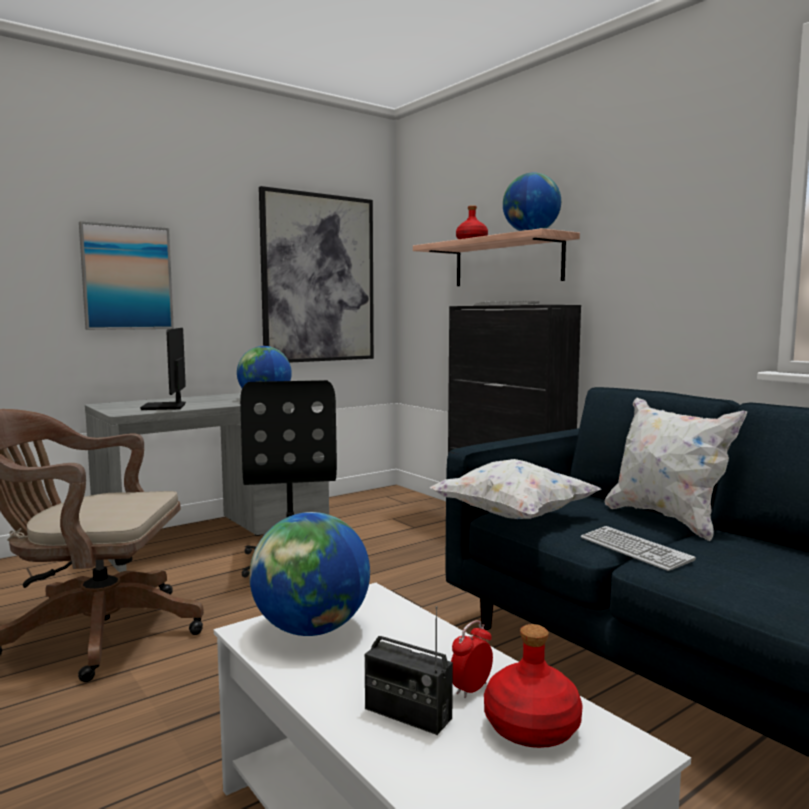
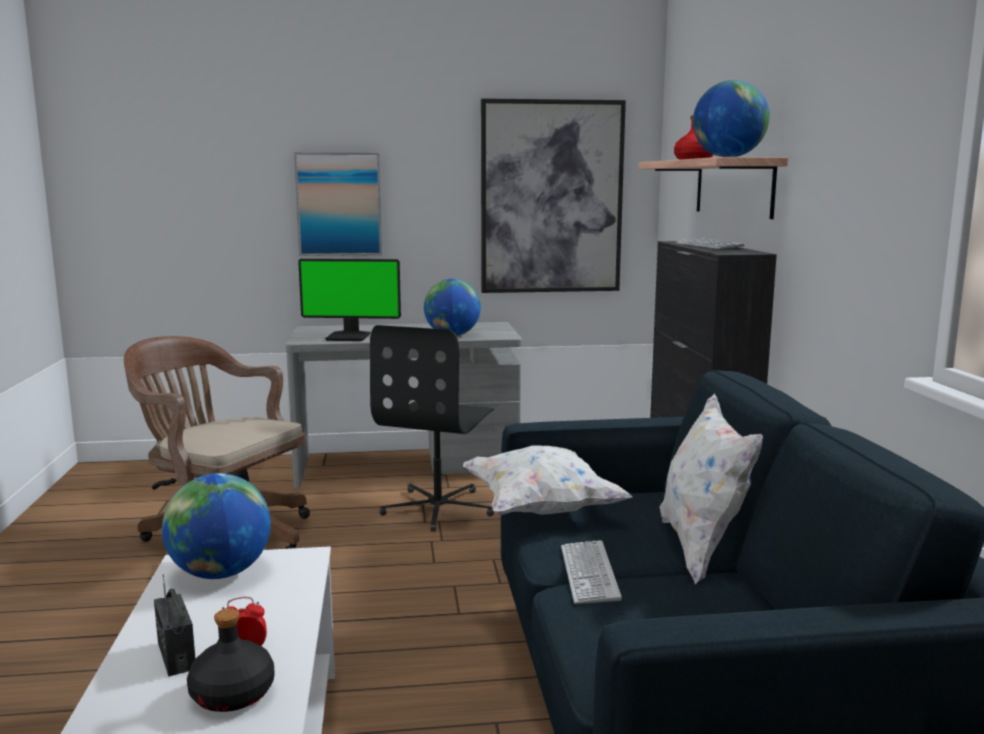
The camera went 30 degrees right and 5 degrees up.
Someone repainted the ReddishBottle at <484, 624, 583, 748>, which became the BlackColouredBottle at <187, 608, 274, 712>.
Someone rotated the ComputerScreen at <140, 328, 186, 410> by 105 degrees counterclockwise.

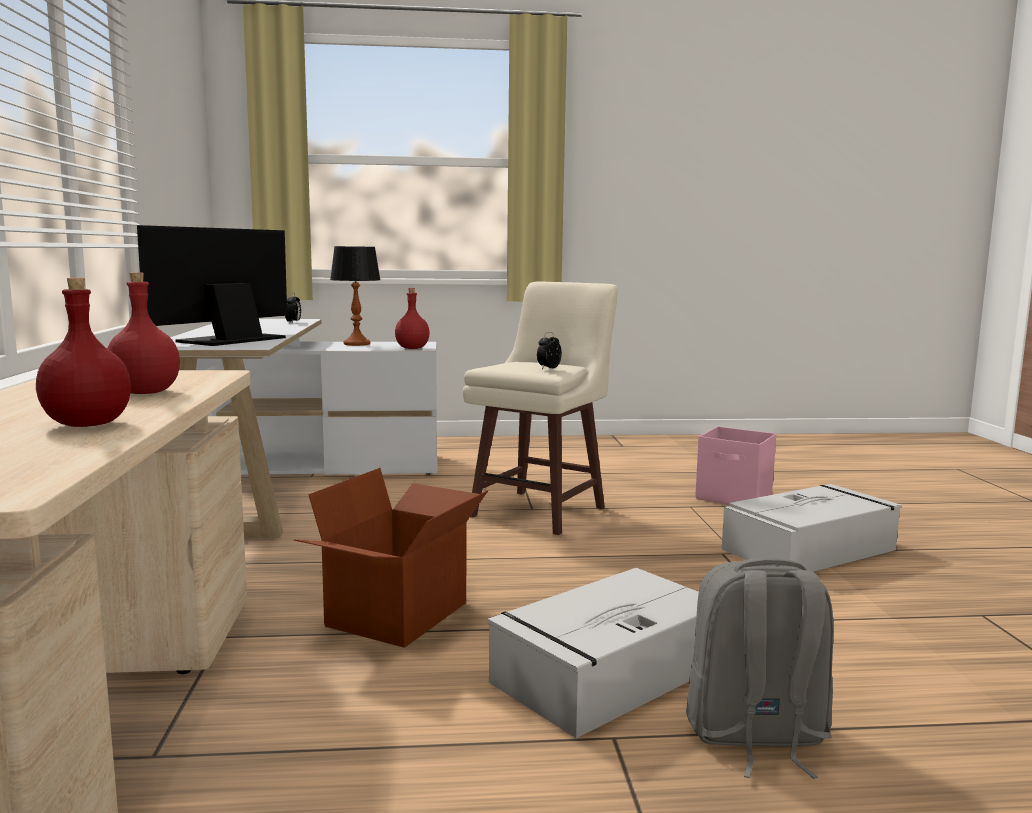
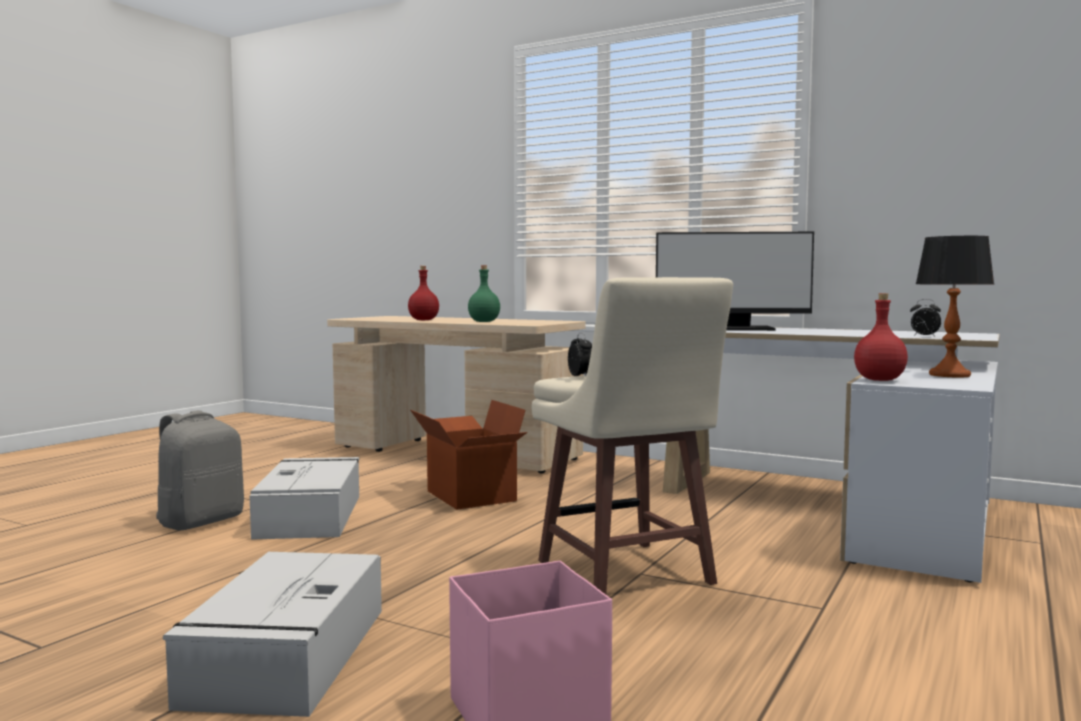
The camera went 125 degrees right and 5 degrees down.
Someone repainted the ReddishBottle at <107, 272, 180, 394>, which became the GreenishBottle at <468, 265, 500, 322>.
Someone rotated the ComputerScreen at <137, 225, 287, 346> by 120 degrees clockwise.

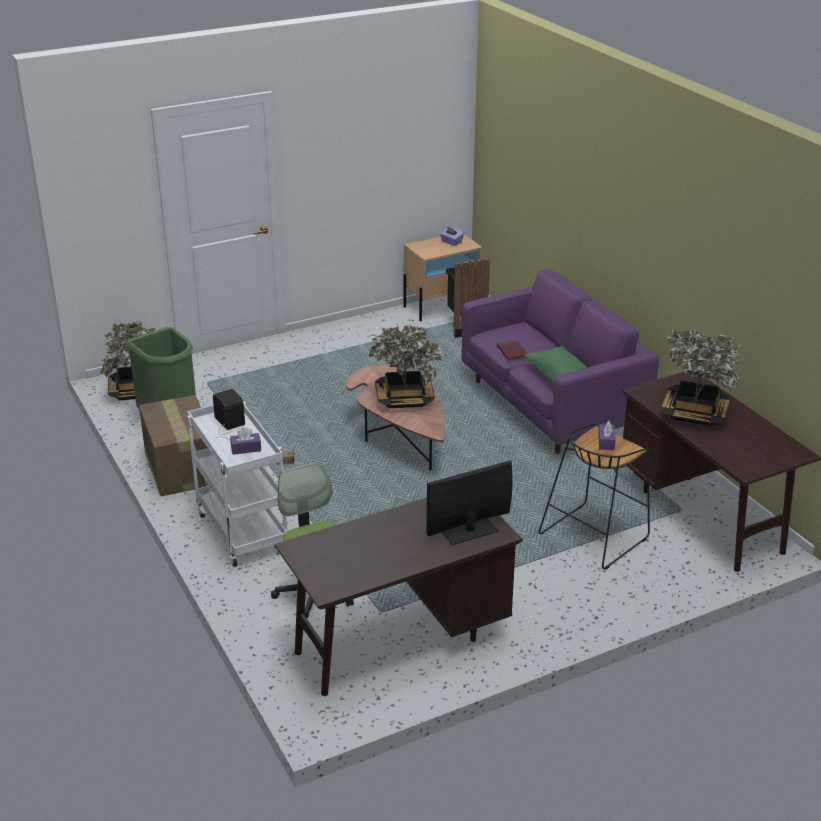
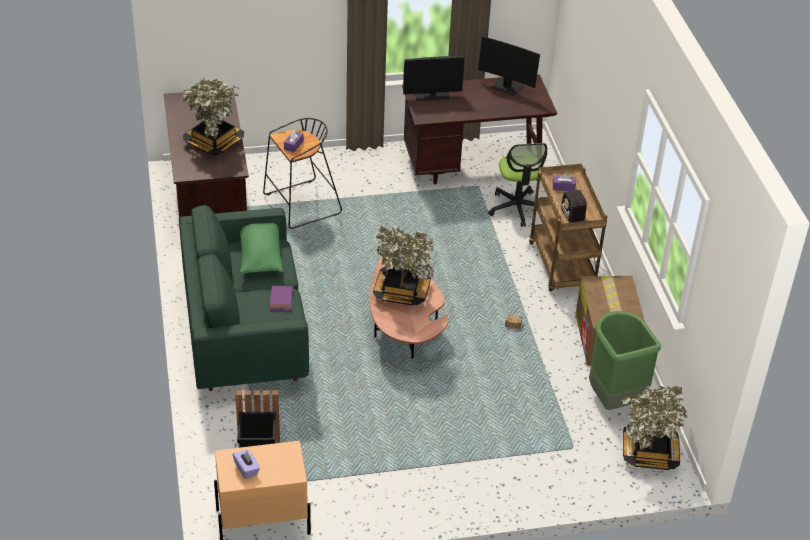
The camera went 165 degrees left and 10 degrees up.
Someone put down the ComputerScreen at <478, 36, 540, 96>.
Someone repainted the WhiteColouredWheeledCart at <187, 401, 287, 567>, which became the BrownWheeledCart at <529, 164, 607, 291>.
Someone repainted the PurpleSofa at <462, 270, 659, 454>, which became the GreenishSofa at <179, 205, 309, 391>.
Someone repainted the ReddishBoundBook at <497, 340, 528, 360>, which became the PurpleBoundBook at <269, 285, 293, 311>.

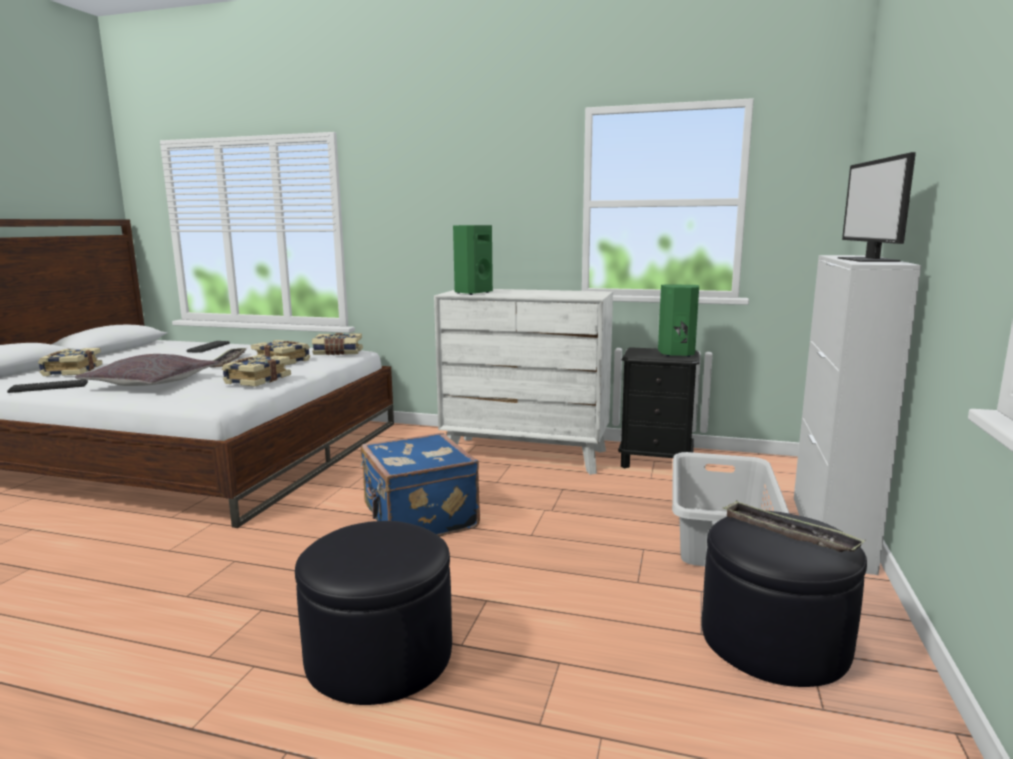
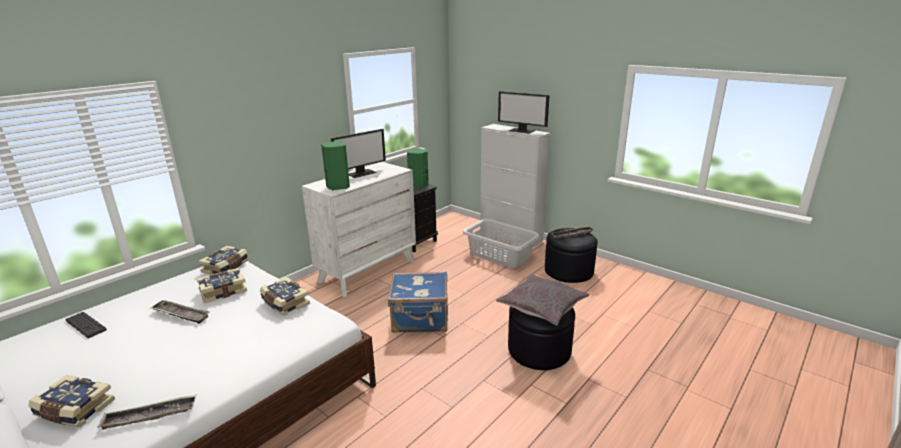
The camera went 65 degrees left and 10 degrees up.
Someone put down the ComputerScreen at <331, 129, 386, 178>.
Someone carried the GreyThrowPillow from <75, 354, 220, 386> to <496, 274, 589, 325>.
Someone swapped the ComputerKeyboard at <7, 380, 88, 393> for the ServingTray at <97, 395, 196, 430>.

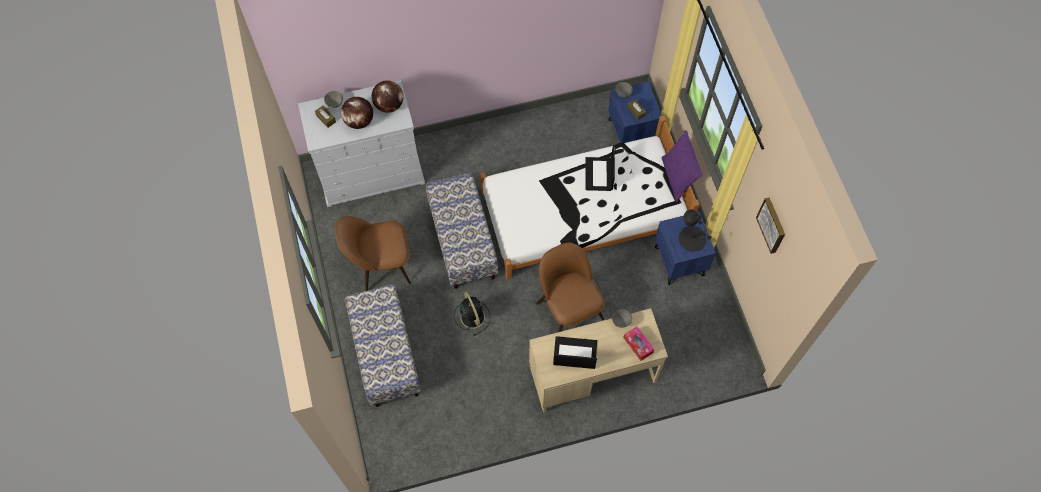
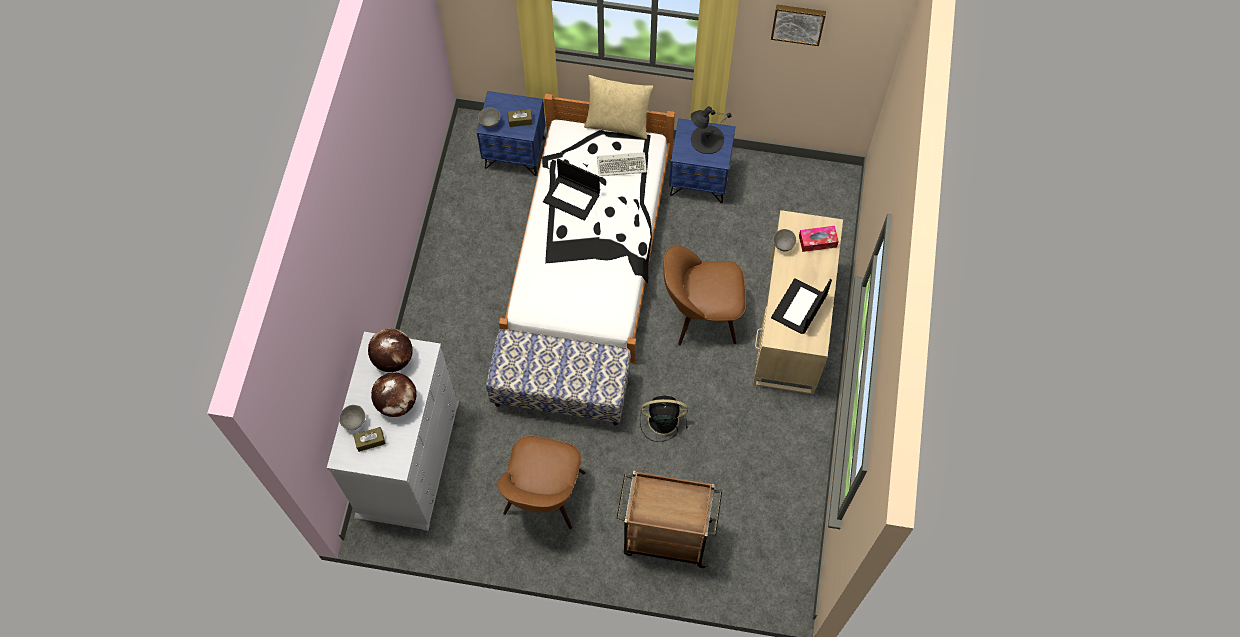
The camera went 65 degrees left and 0 degrees up.
Someone put down the ComputerKeyboard at <597, 152, 647, 176>.
Someone swapped the IndoorBench at <345, 285, 421, 407> for the BrownWheeledCart at <617, 471, 722, 568>.
Someone repainted the PurpleThrowPillow at <662, 130, 703, 202>, which became the BeigeColouredThrowPillow at <584, 75, 653, 139>.

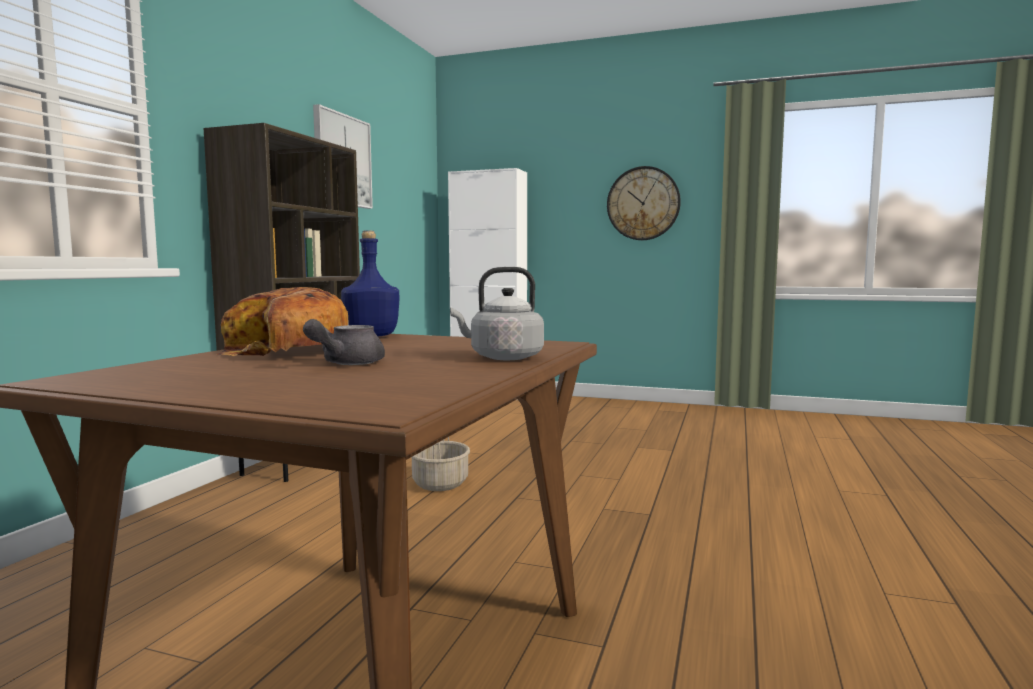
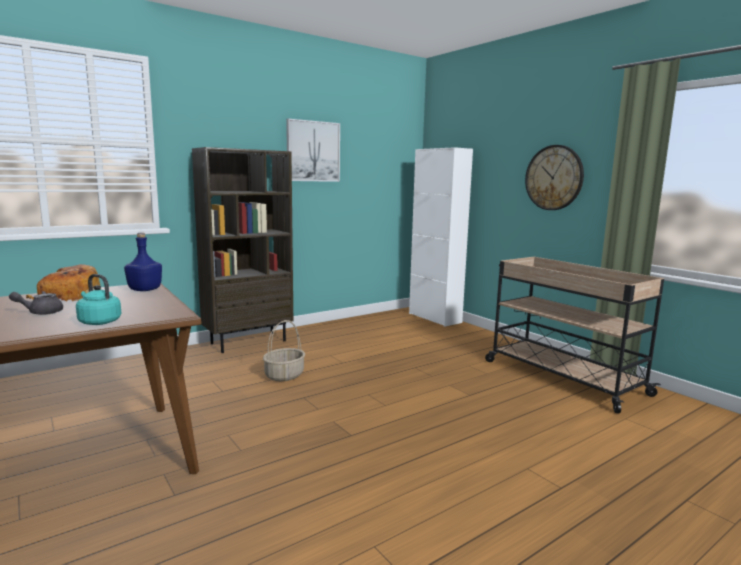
The camera went 35 degrees right and 5 degrees up.
Someone put down the BeigeColouredWheeledCart at <485, 257, 664, 413>.
Someone repainted the GreyWaterKettle at <450, 267, 544, 360>, which became the TurquoiseWaterKettle at <76, 274, 122, 325>.

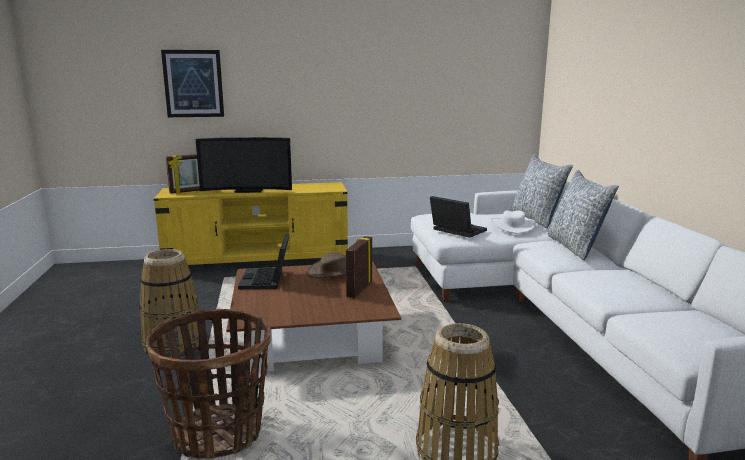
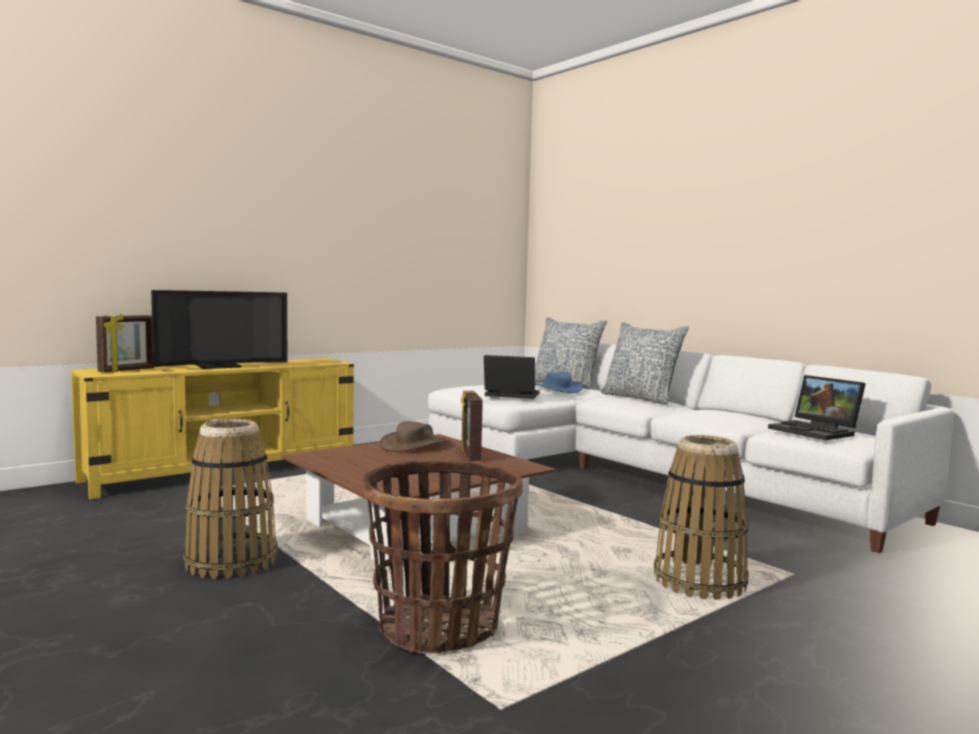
The camera went 30 degrees left and 10 degrees down.
Someone took away the Picture at <161, 50, 224, 117>.
Someone carried the Laptop from <238, 234, 290, 289> to <768, 375, 866, 440>.
Someone repainted the WhiteColouredHat at <490, 210, 536, 234>, which became the BlueHat at <535, 372, 584, 393>.

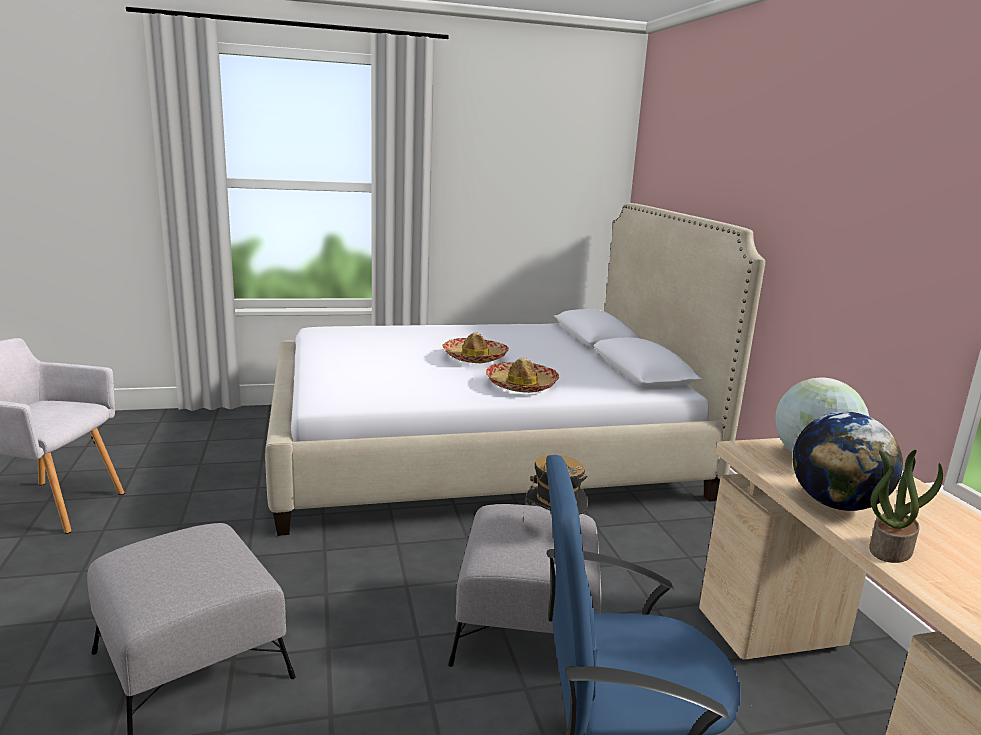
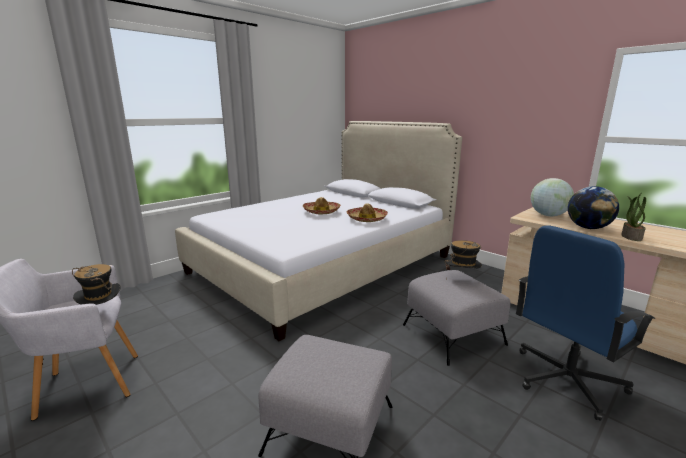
The camera went 30 degrees left and 0 degrees up.
Someone put down the Hat at <72, 264, 121, 305>.

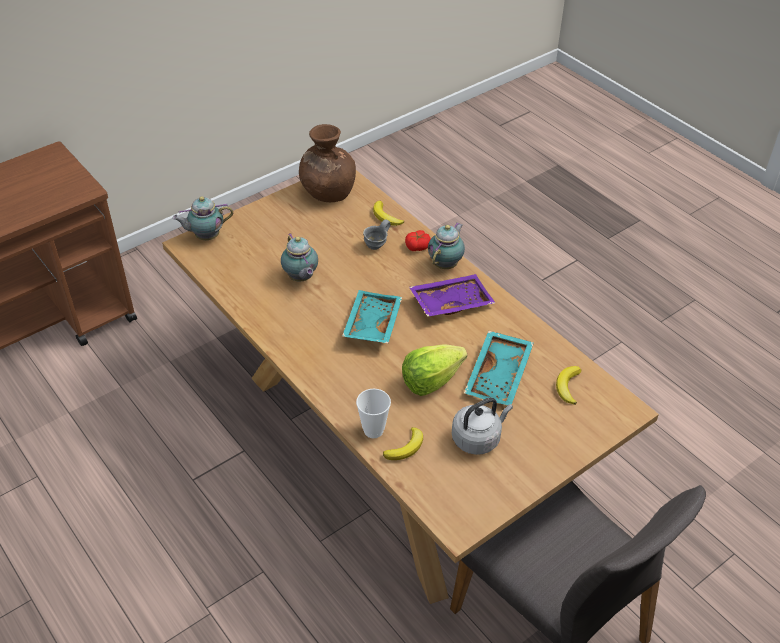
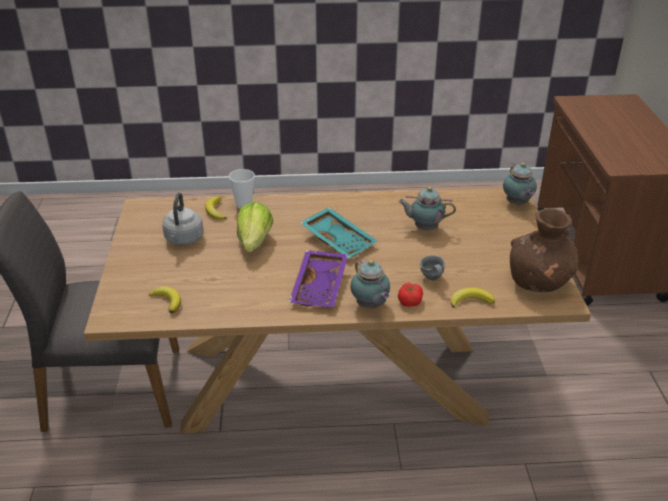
The camera went 125 degrees right and 10 degrees down.
Someone took away the TurquoiseServingTray at <464, 331, 534, 405>.
Someone rotated the PotForTea at <172, 196, 233, 240> by 150 degrees clockwise.

